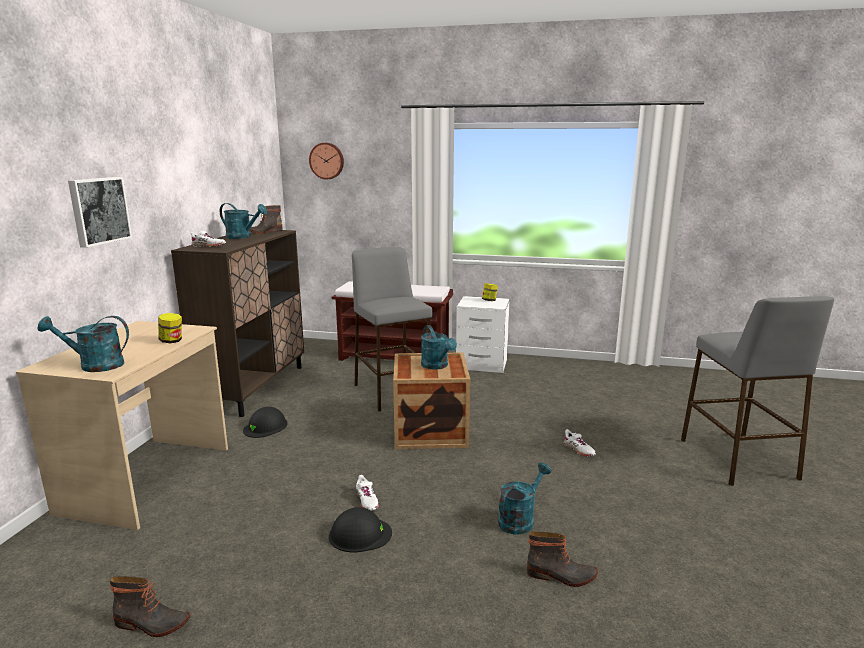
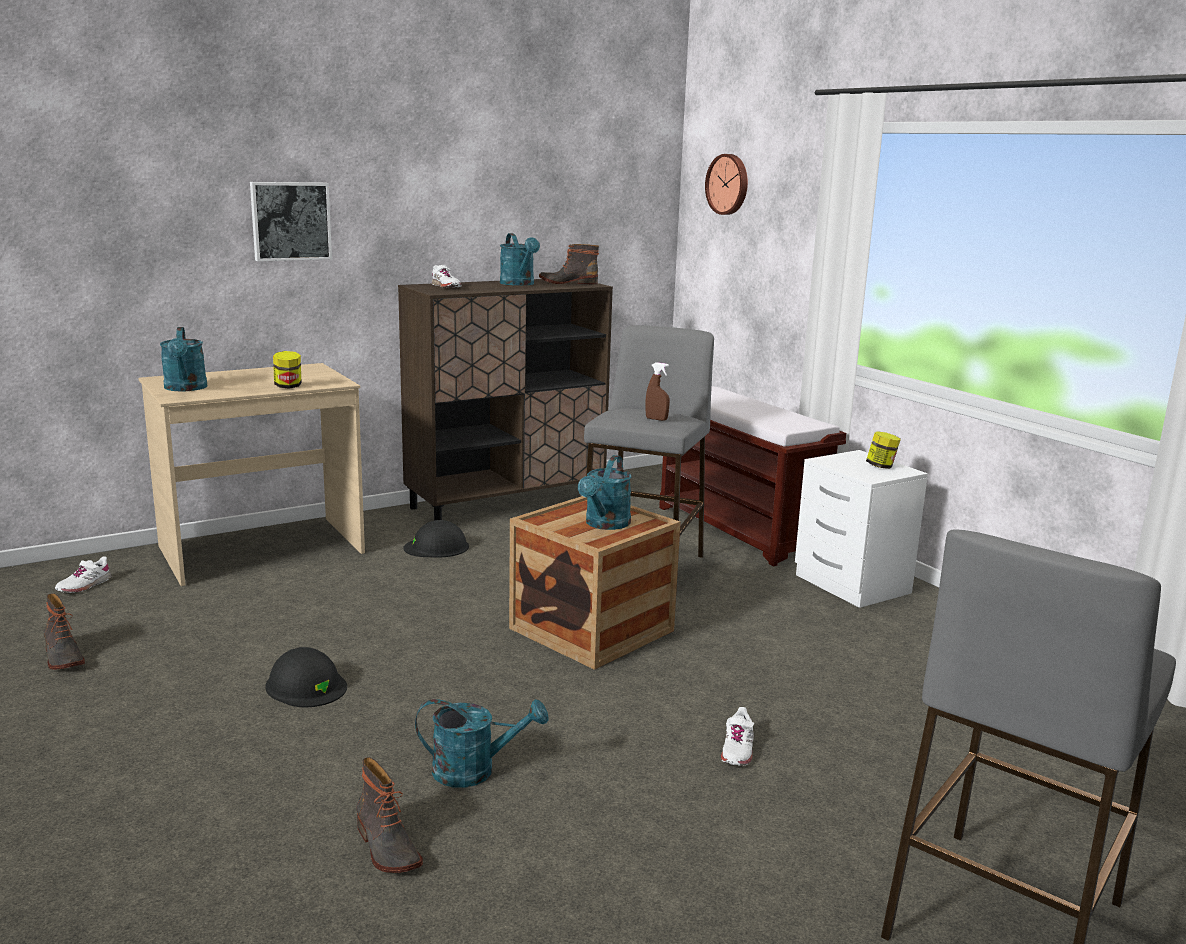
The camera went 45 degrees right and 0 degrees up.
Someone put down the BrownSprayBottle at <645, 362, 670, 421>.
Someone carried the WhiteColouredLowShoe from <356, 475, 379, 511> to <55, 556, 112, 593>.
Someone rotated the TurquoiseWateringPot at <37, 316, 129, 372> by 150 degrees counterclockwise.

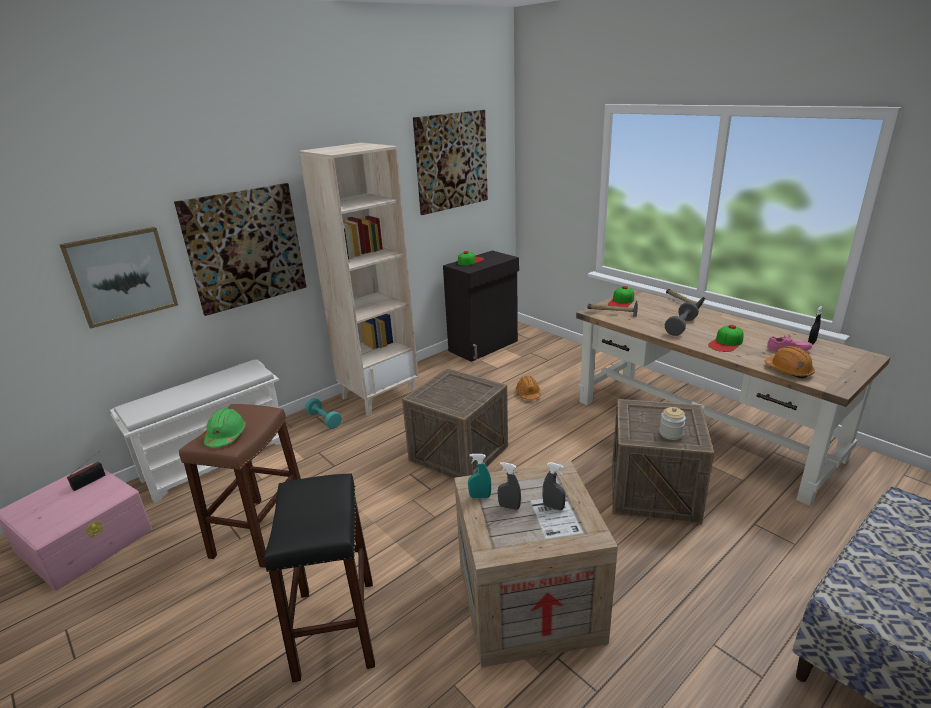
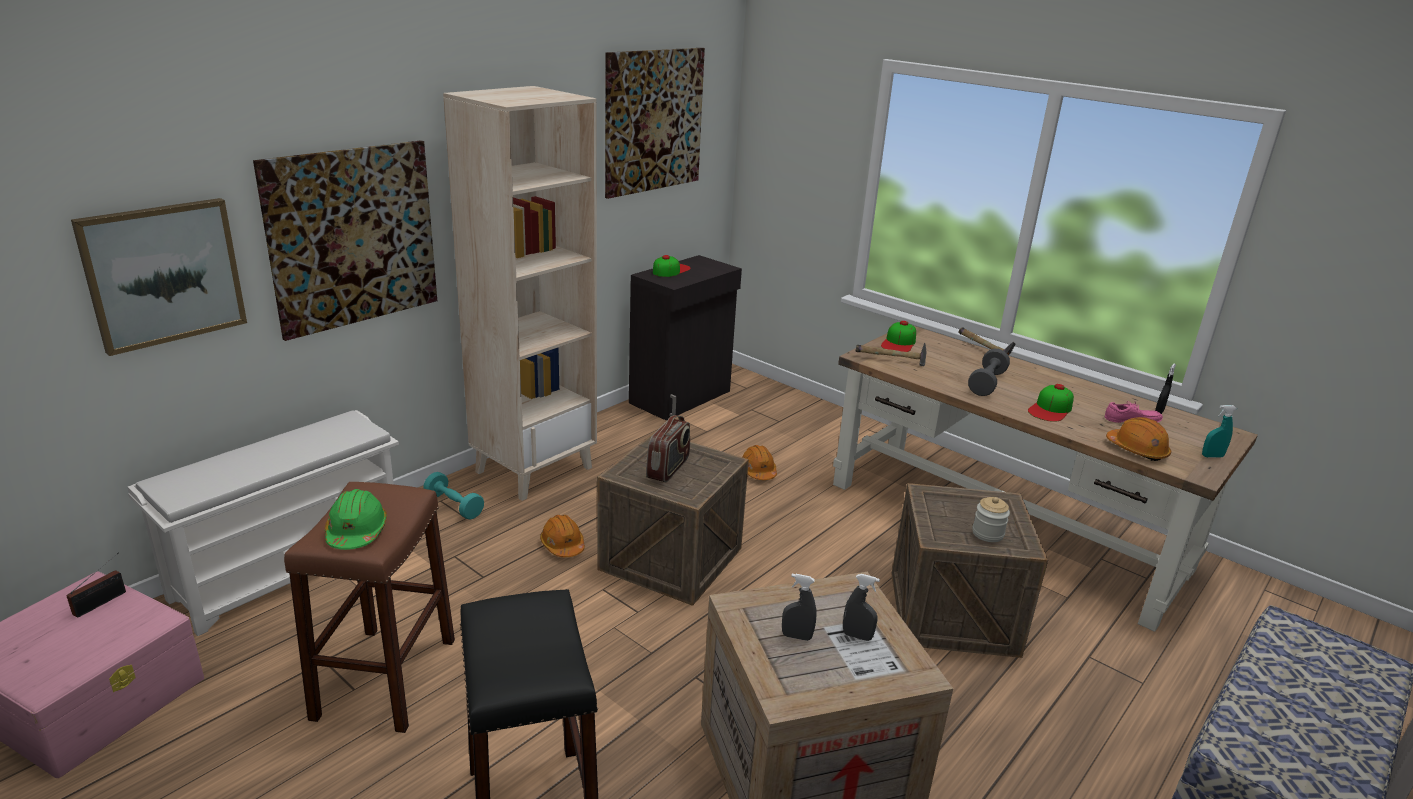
The camera went 10 degrees left and 0 degrees up.
Someone put down the OrangeSafetyHelmet at <540, 515, 585, 557>.
Someone put down the RadioSet at <646, 415, 690, 482>.
Someone carried the TurquoiseSprayBottle from <468, 454, 491, 498> to <1202, 405, 1237, 458>.

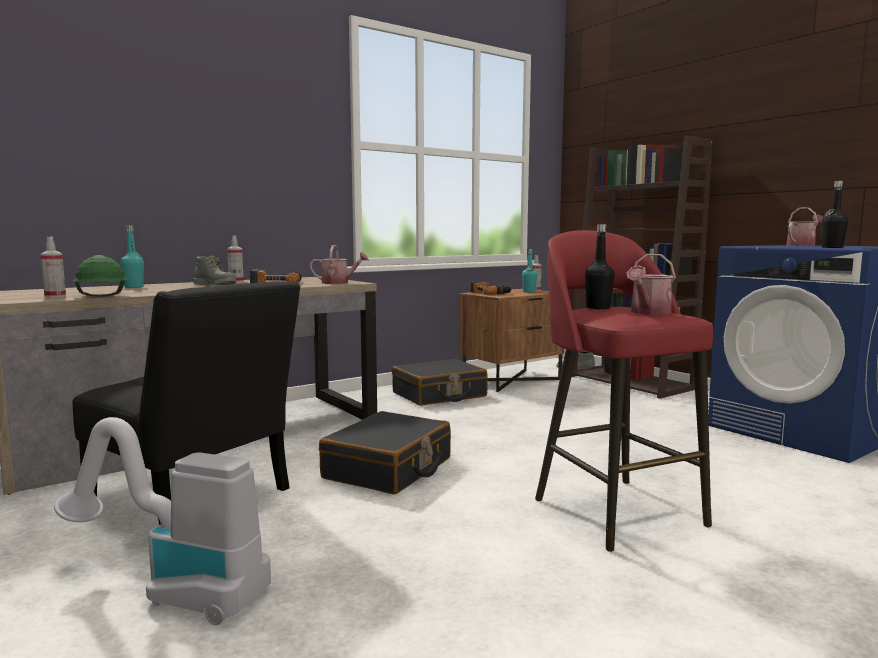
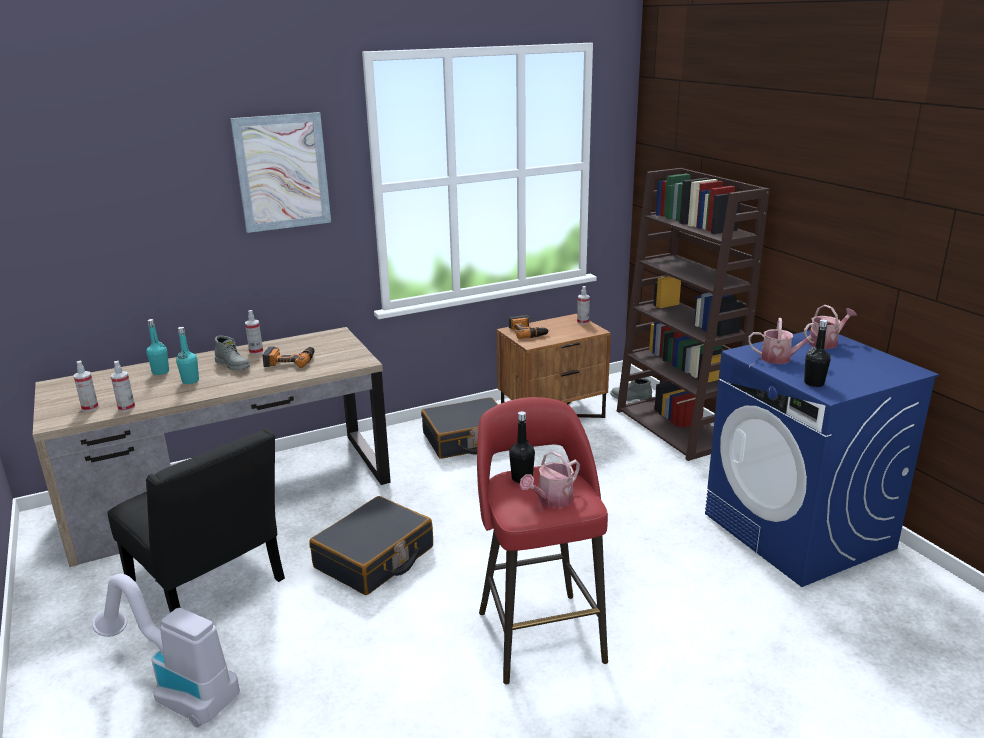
The camera went 10 degrees right and 15 degrees up.
Someone put up the Picture at <230, 112, 331, 233>.
Someone carried the WateringPot from <310, 245, 369, 284> to <748, 318, 818, 364>.
Someone carried the TurquoiseBottle from <522, 248, 537, 293> to <176, 327, 199, 384>.
Someone swapped the GreenishSafetyHelmet at <73, 255, 128, 297> for the SprayBottle at <110, 361, 135, 412>.

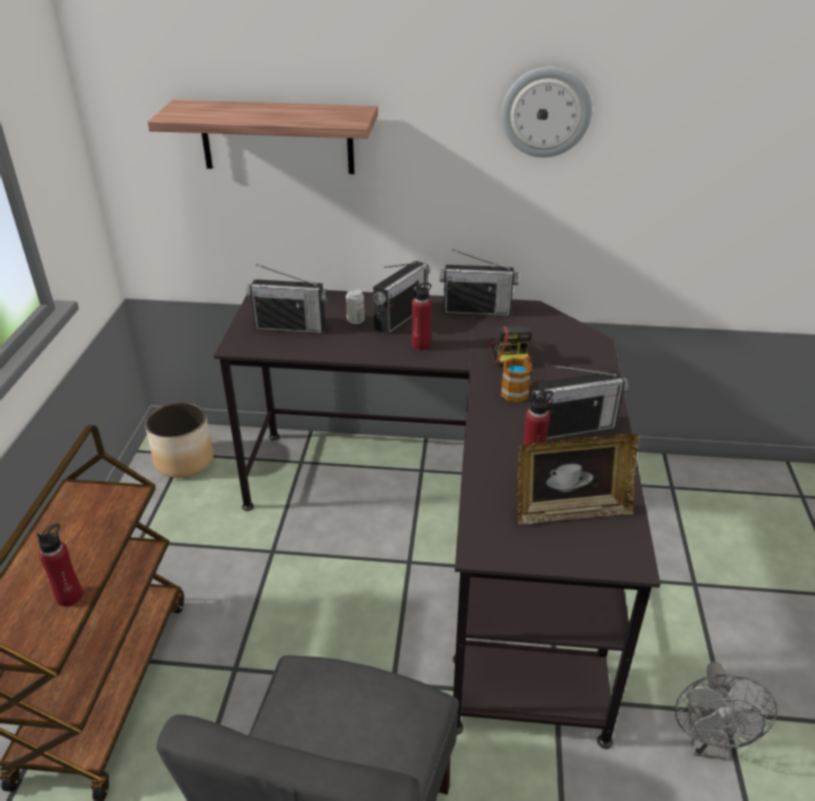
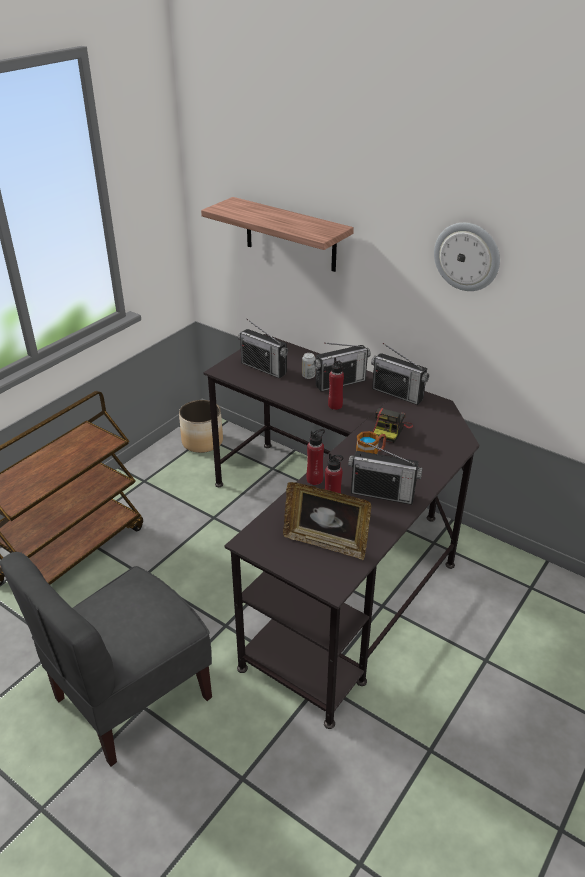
The camera went 30 degrees right and 0 degrees up.
Someone took away the GreyElectricFan at <675, 662, 777, 760>.
Someone carried the ReddishBottle from <37, 524, 83, 607> to <306, 429, 325, 485>.

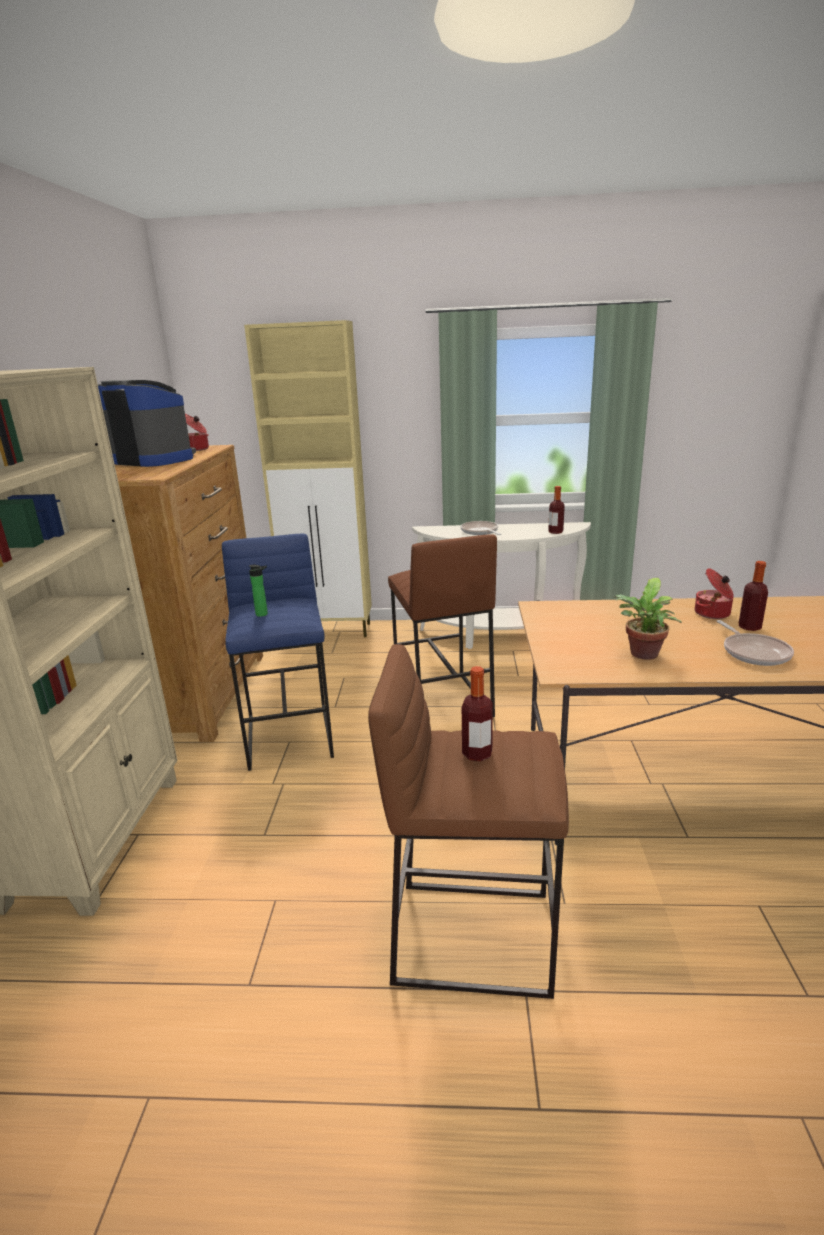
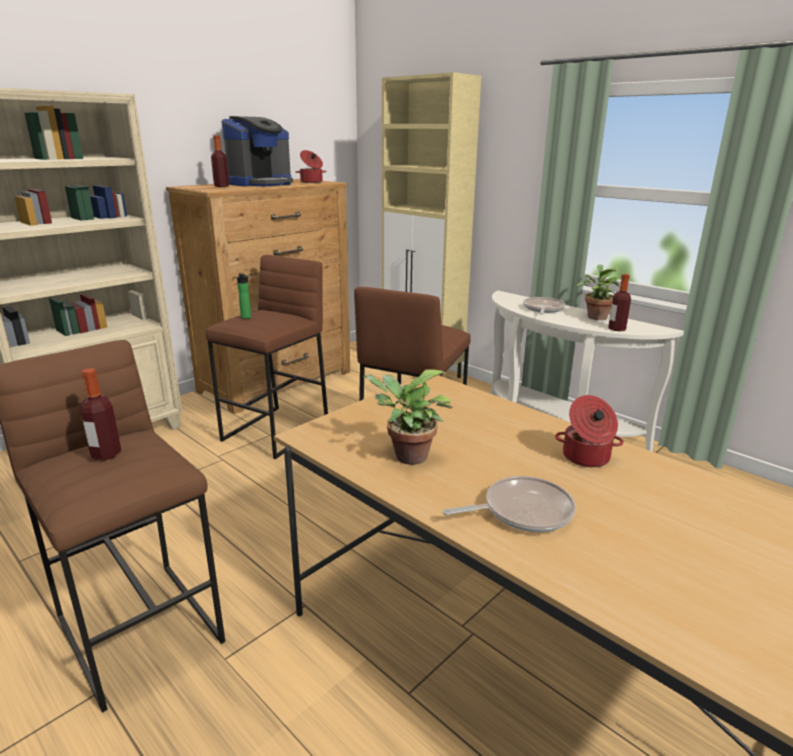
The camera went 40 degrees right and 0 degrees up.
Someone put down the PottedPlant at <577, 264, 619, 320>.
Someone carried the Bottle from <739, 561, 768, 631> to <211, 135, 229, 187>.
Someone repainted the BlueStool at <222, 534, 334, 771>, which became the BrownStool at <205, 255, 328, 459>.
Someone rotated the CoffeeMaker at <98, 380, 196, 467> by 60 degrees clockwise.
Someone rotated the FryingPan at <716, 620, 794, 666> by 135 degrees counterclockwise.

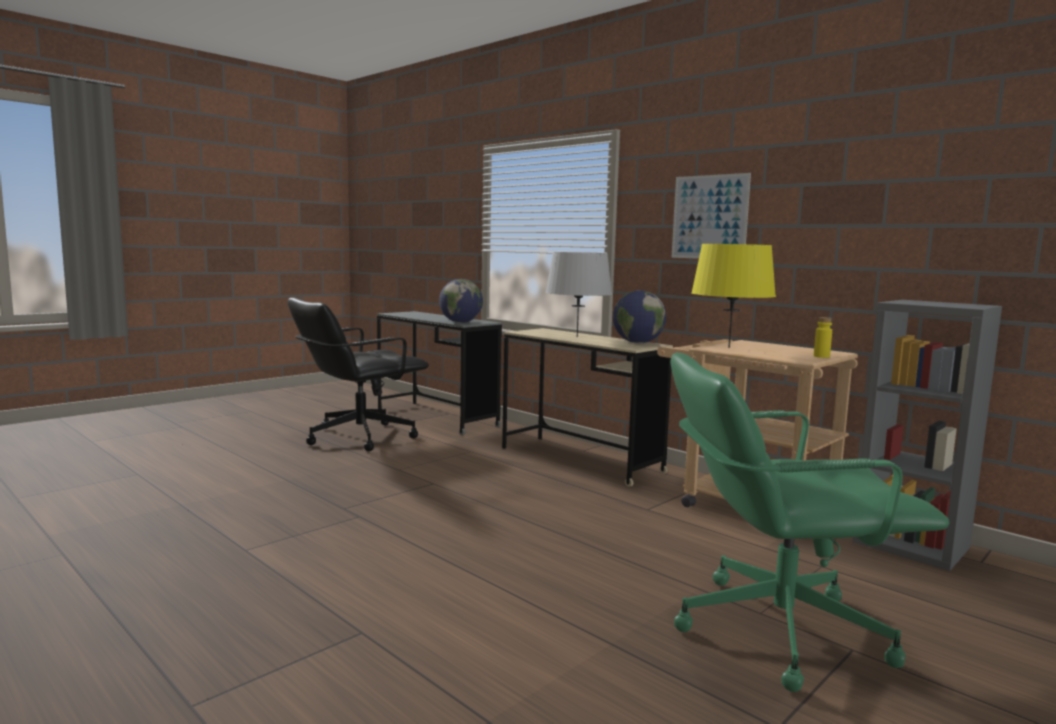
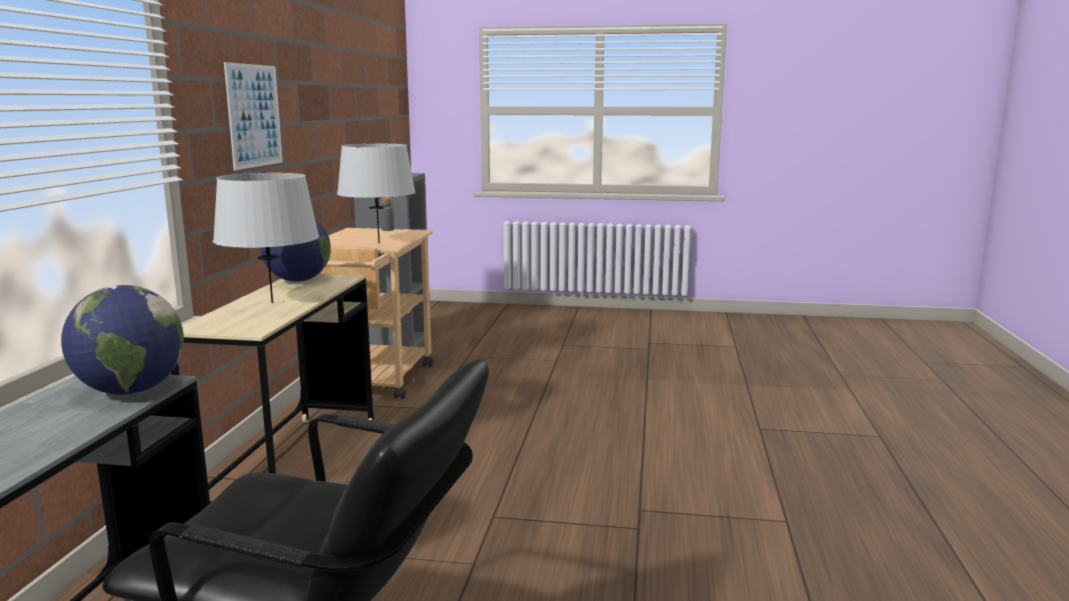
The camera went 125 degrees left and 5 degrees up.
Someone took away the GreenishOfficeChair at <670, 353, 950, 692>.
Someone repainted the YellowishTabletopLamp at <691, 244, 776, 348>, which became the GreyTabletopLamp at <337, 144, 415, 243>.
Someone repainted the YellowishBottle at <814, 317, 832, 358>, which became the GreyBottle at <381, 198, 394, 231>.

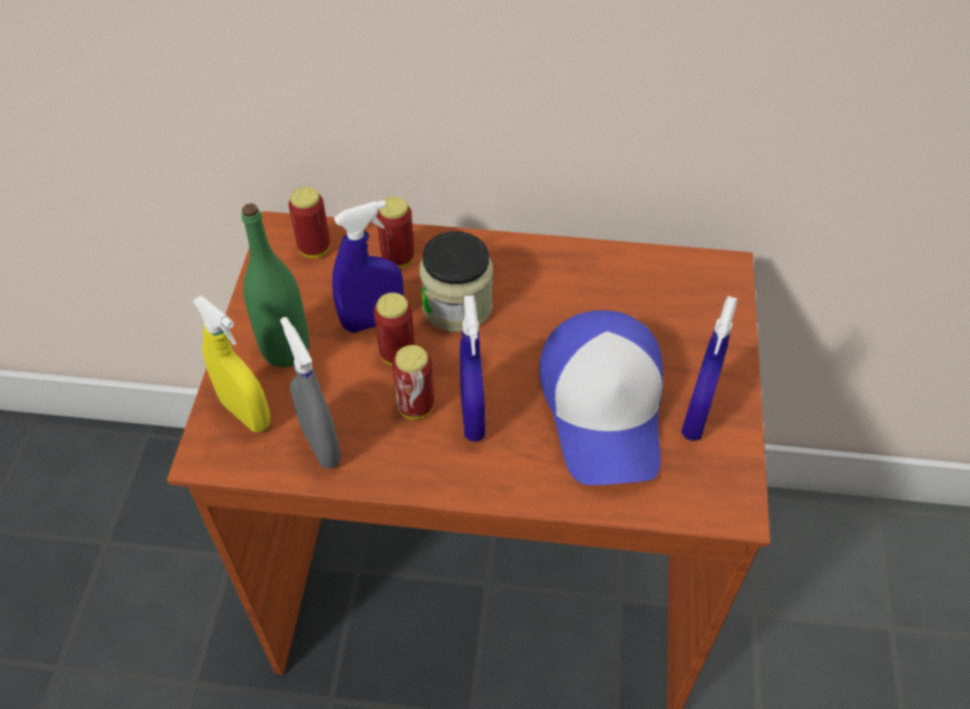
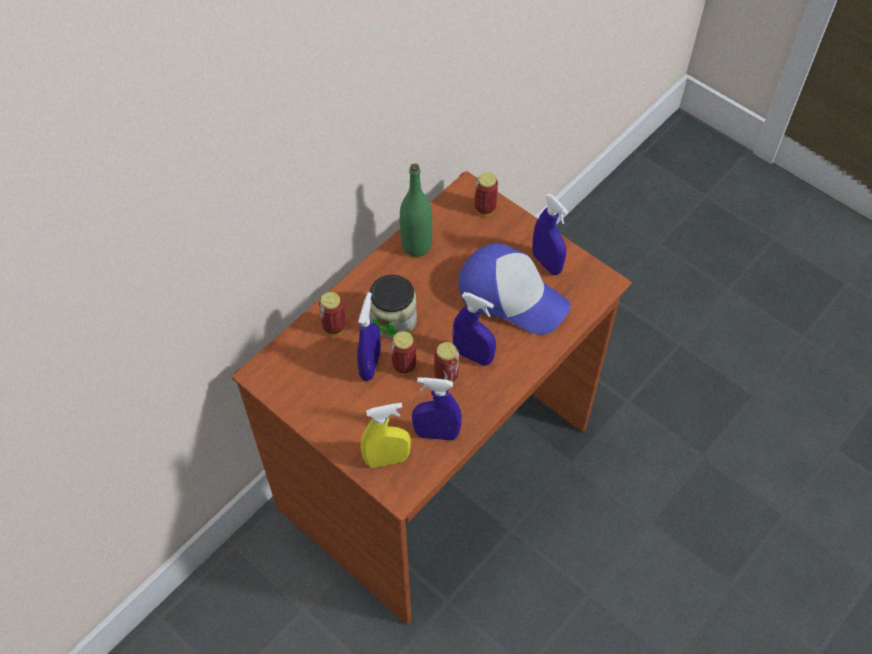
The camera went 55 degrees left and 5 degrees up.
Someone carried the GreenishBottle from <242, 203, 309, 367> to <400, 163, 432, 257>.
Someone carried the Can from <288, 186, 330, 258> to <474, 172, 498, 216>.
Someone repainted the GreySprayBottle at <280, 317, 341, 468>, which became the BlueSprayBottle at <412, 377, 462, 441>.

